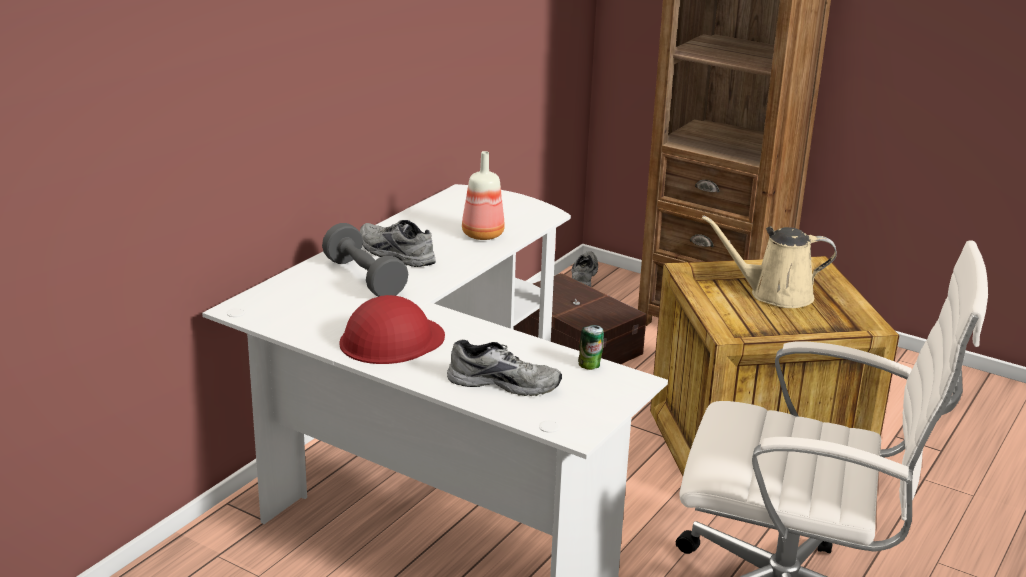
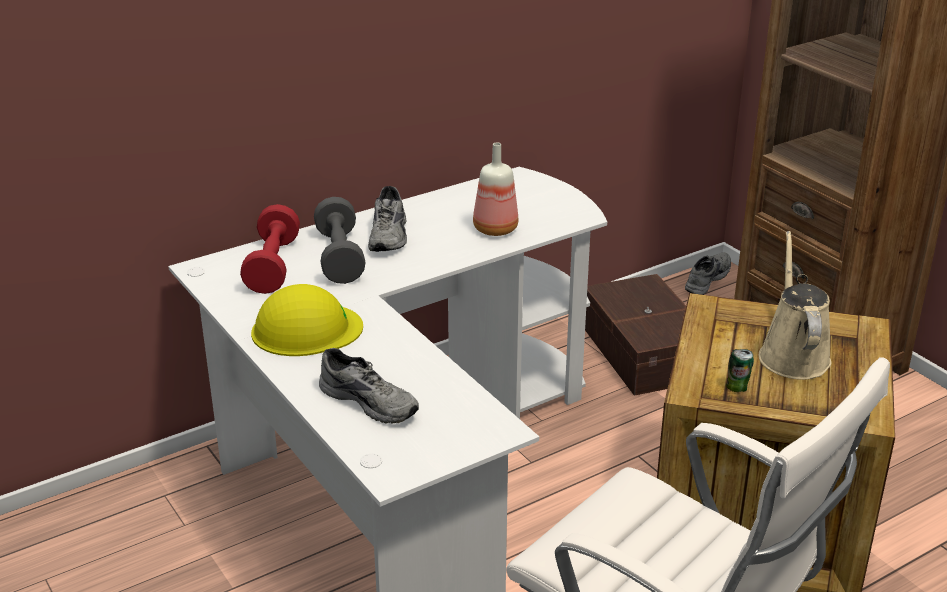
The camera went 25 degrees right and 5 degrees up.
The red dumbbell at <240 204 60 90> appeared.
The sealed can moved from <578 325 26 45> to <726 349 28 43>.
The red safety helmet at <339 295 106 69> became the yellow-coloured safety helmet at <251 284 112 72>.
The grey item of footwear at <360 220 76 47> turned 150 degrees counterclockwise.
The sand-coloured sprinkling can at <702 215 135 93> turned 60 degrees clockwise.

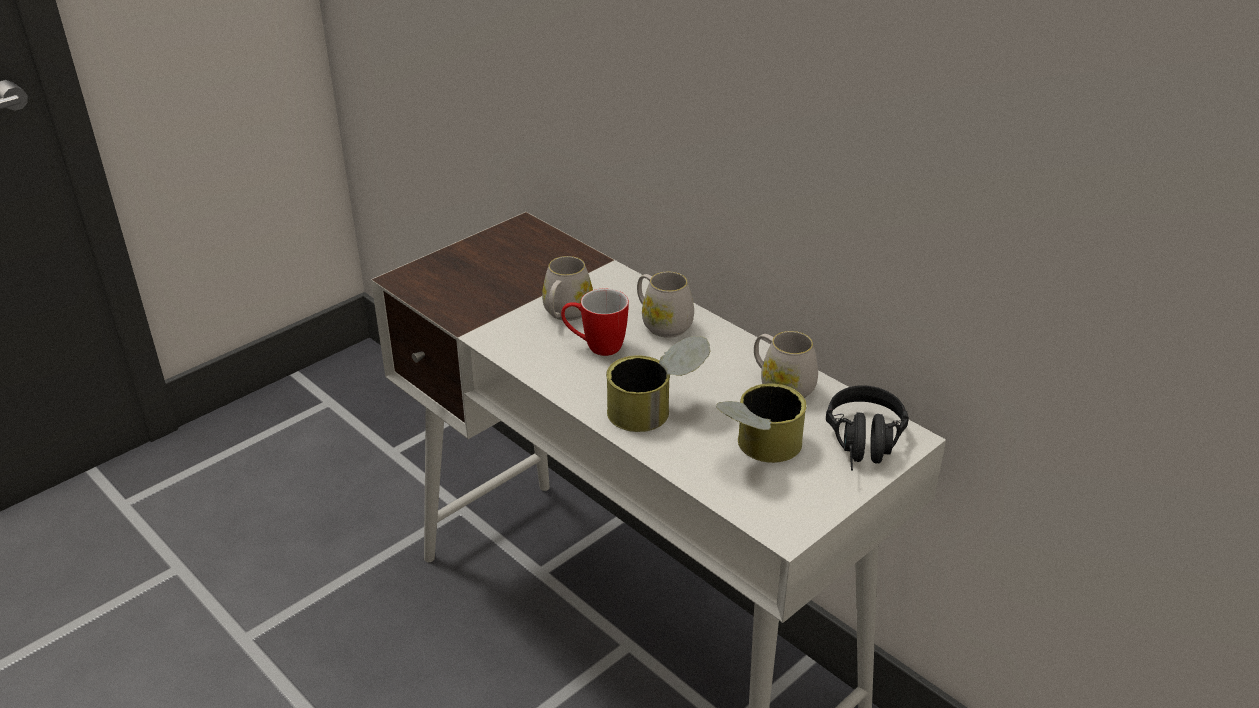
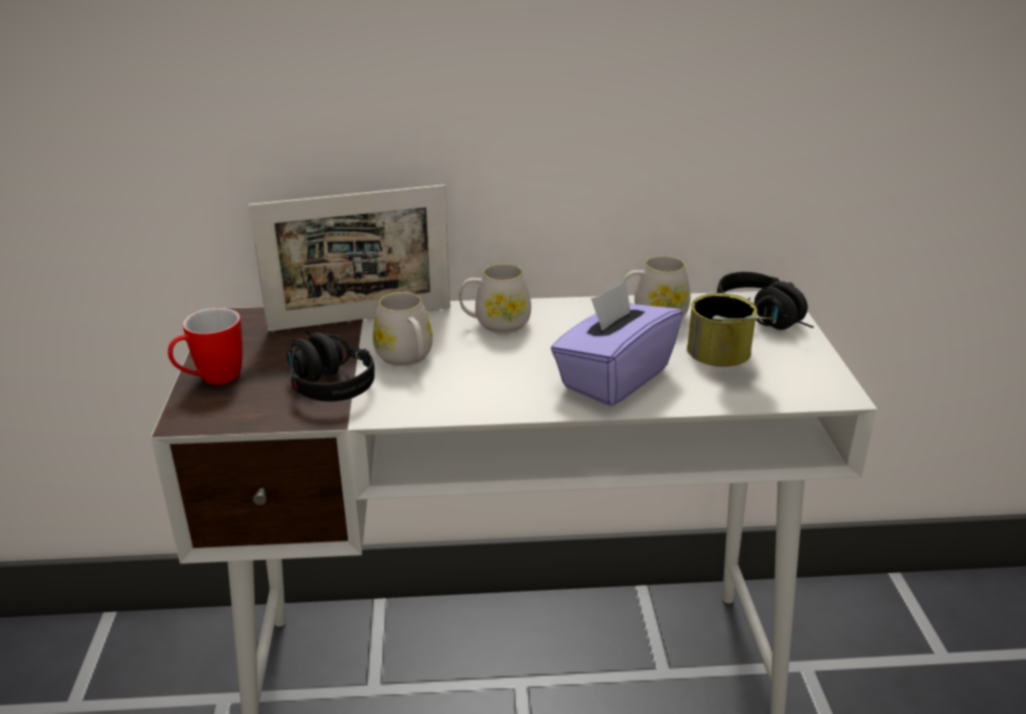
The camera went 50 degrees left and 5 degrees down.
The picture frame at <249 184 201 148> appeared.
The blackish headphones at <287 331 88 71> appeared.
The tea mug moved from <561 289 68 67> to <168 308 74 77>.
The sealed can at <606 336 105 96> was replaced by the purplish tissue holder at <551 280 132 127>.

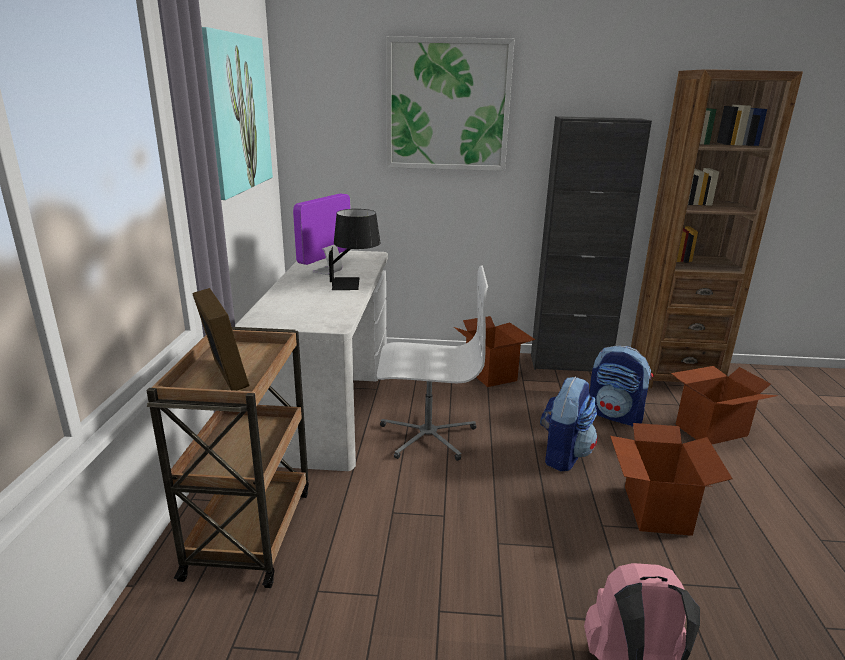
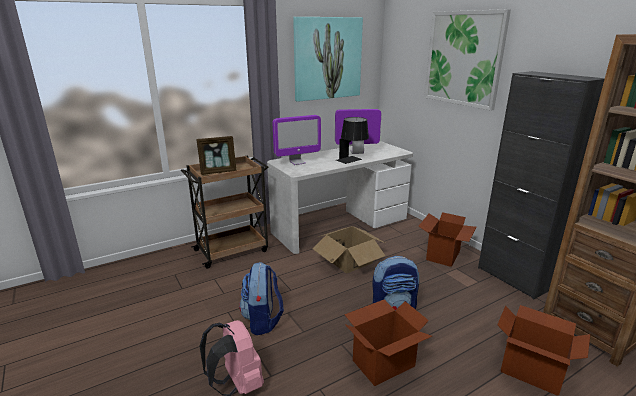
The camera went 55 degrees right and 0 degrees up.
The computer screen at <273 115 48 50> appeared.
The rucksack moved from <590 346 64 81> to <239 262 45 73>.
The whitish desk chair at <377 265 111 196> was replaced by the carton at <312 226 73 47>.
The picture frame at <193 288 56 103> turned 45 degrees clockwise.

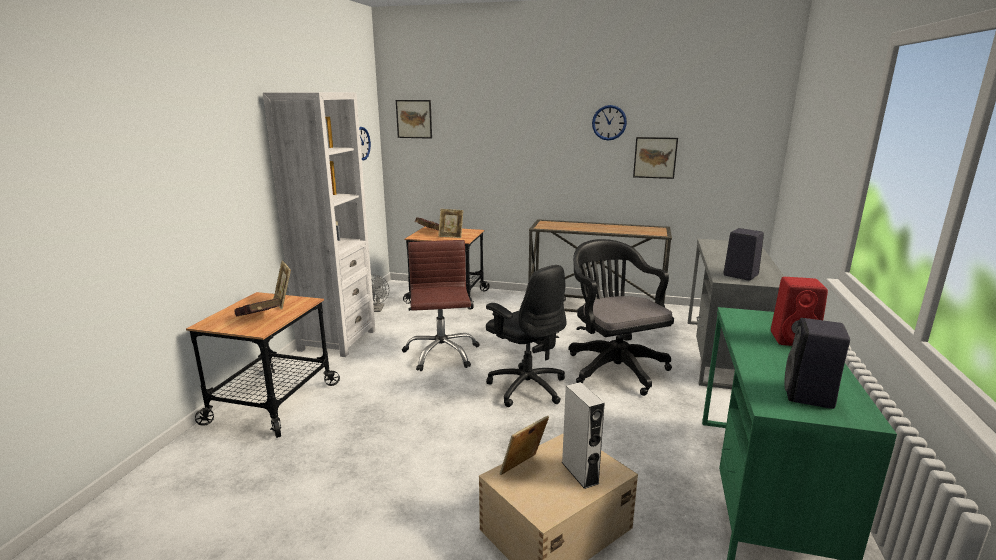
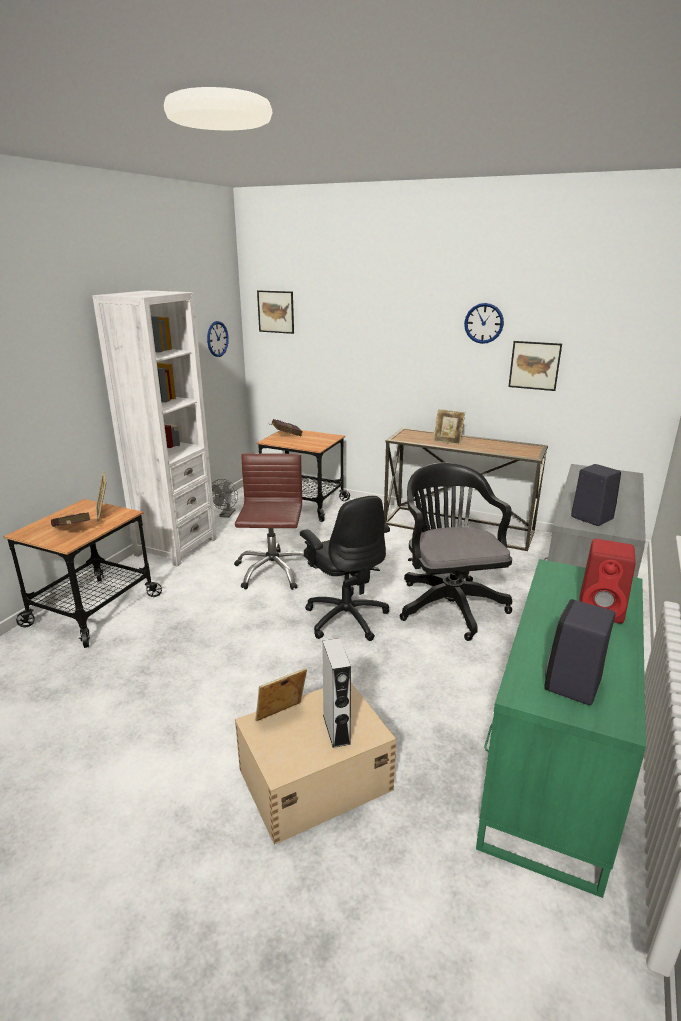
The camera went 10 degrees right and 5 degrees up.
The picture frame moved from <438 209 25 29> to <433 409 32 36>.

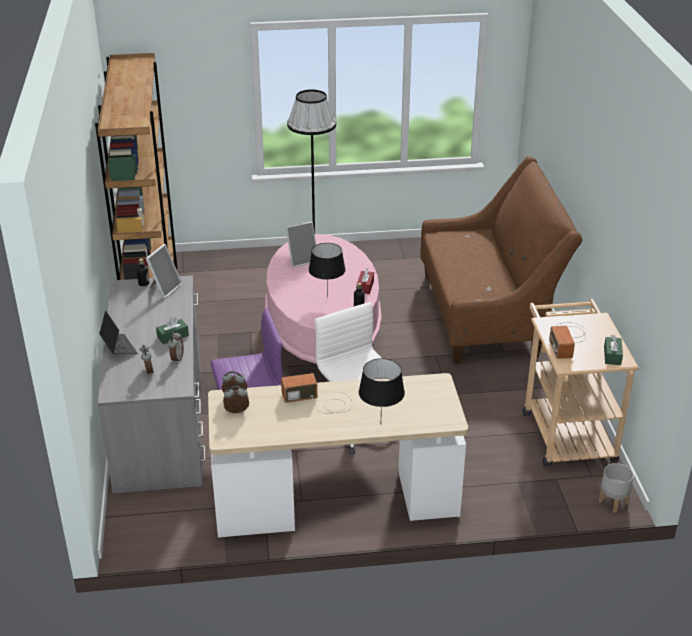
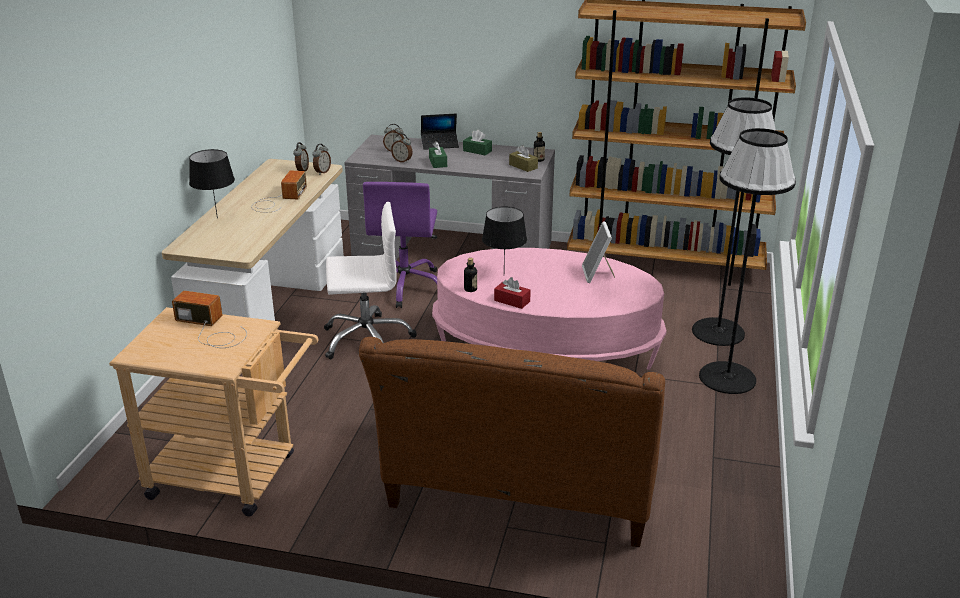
The camera went 110 degrees right and 5 degrees down.
The grey planter at <599 463 35 50> disappeared.
The blackish standard lamp at <692 97 84 249> appeared.
The greenish tissue holder moved from <604 335 19 30> to <463 130 29 25>.
The picture frame at <146 244 36 55> was replaced by the brown-coloured tissue holder at <509 145 29 27>.

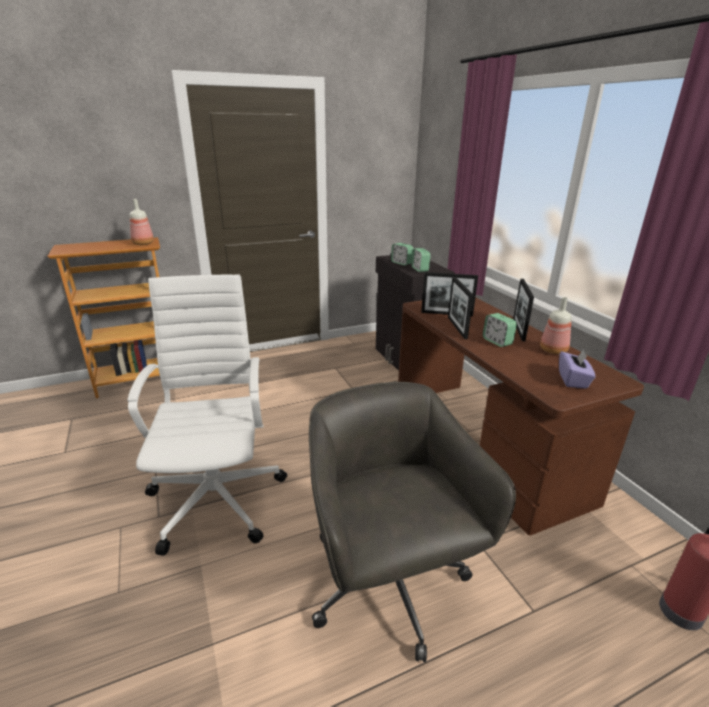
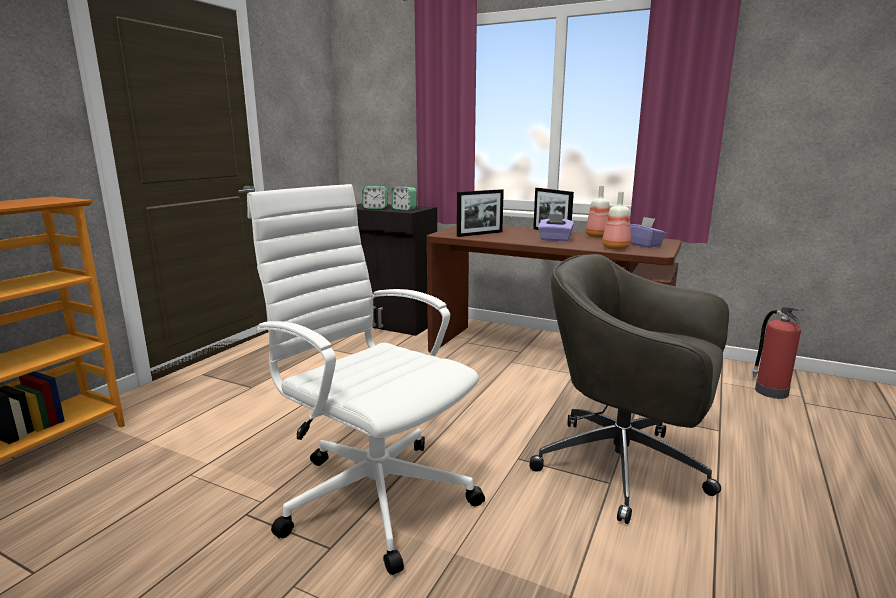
The camera went 40 degrees left and 10 degrees down.
The picture frame at <448 277 26 62> disappeared.
The drink bottle moved from <130 199 24 46> to <602 192 29 58>.
The bedside clock at <483 313 34 34> was replaced by the purplish tissue holder at <538 214 36 27>.

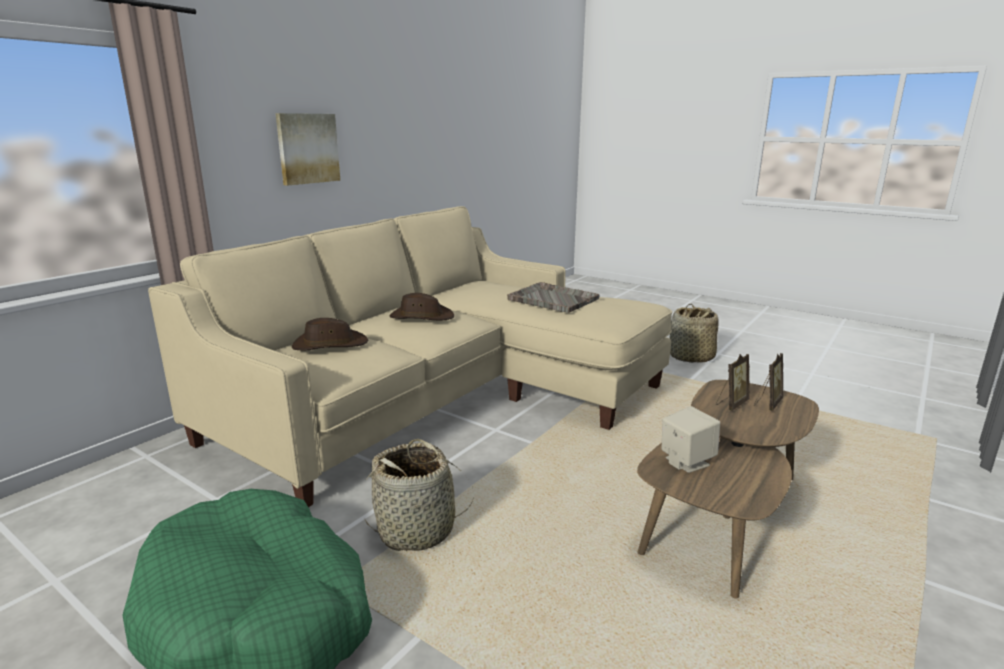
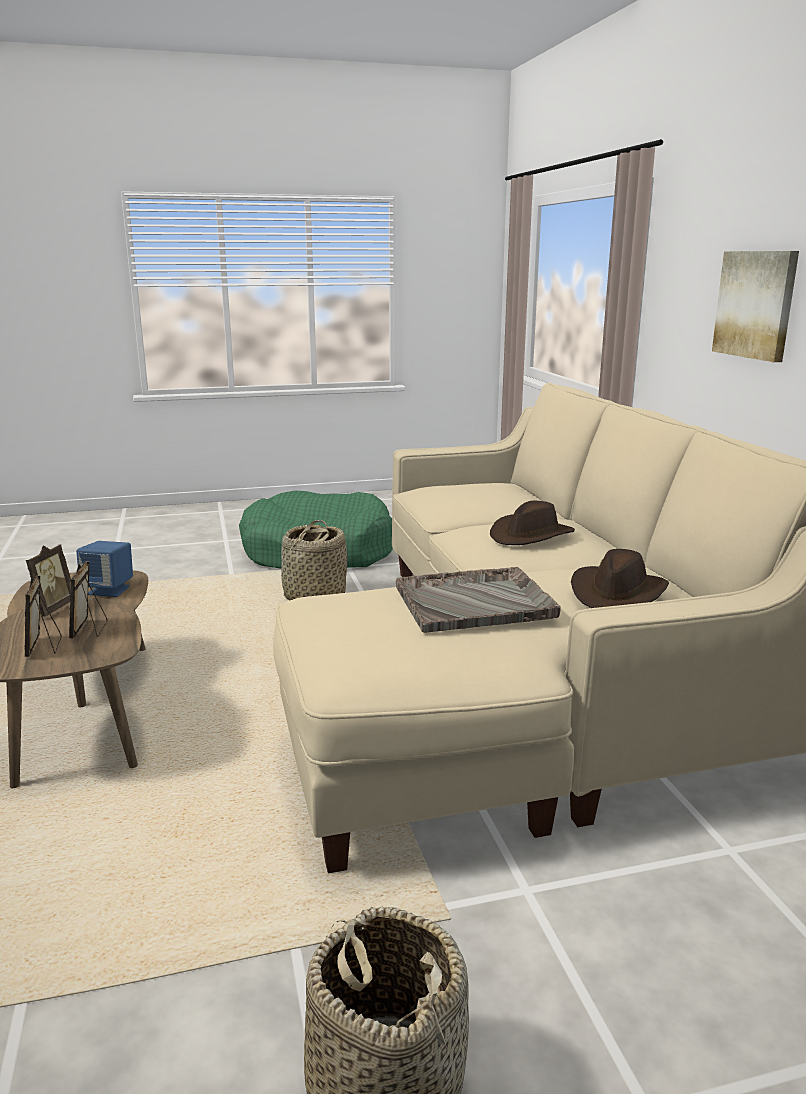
The camera went 130 degrees right and 0 degrees up.
The picture frame at <26 544 45 73> appeared.
The brown-coloured hat moved from <292 318 76 33> to <571 549 98 59>.
The sand-coloured loudspeaker at <661 406 59 67> became the blue-coloured loudspeaker at <76 541 57 56>.

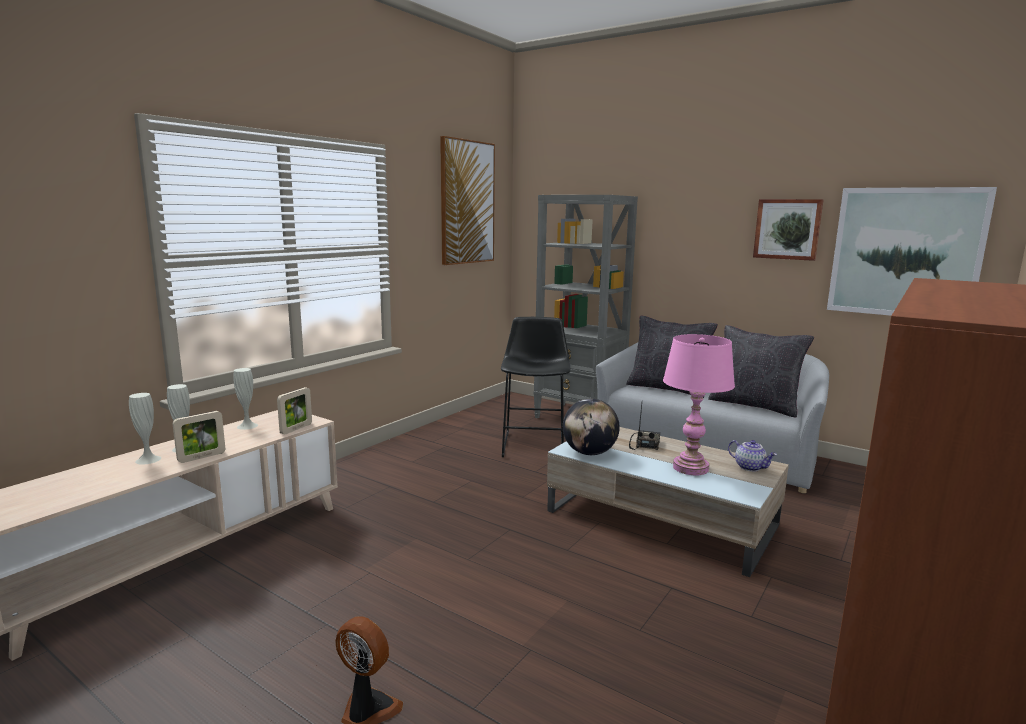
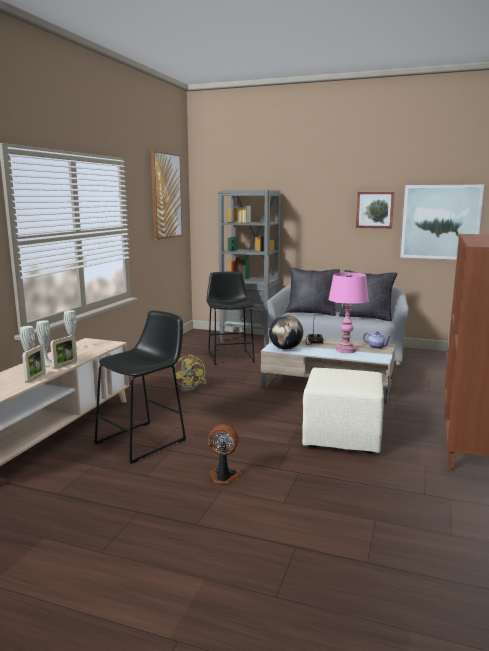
The camera went 15 degrees left and 0 degrees up.
The blackish stool seat at <94 310 92 154> appeared.
The yellow-coloured cooling fan at <174 354 32 38> appeared.
The sand-coloured footrest at <302 368 82 85> appeared.
The picture frame moved from <277 387 35 47> to <22 345 24 38>.

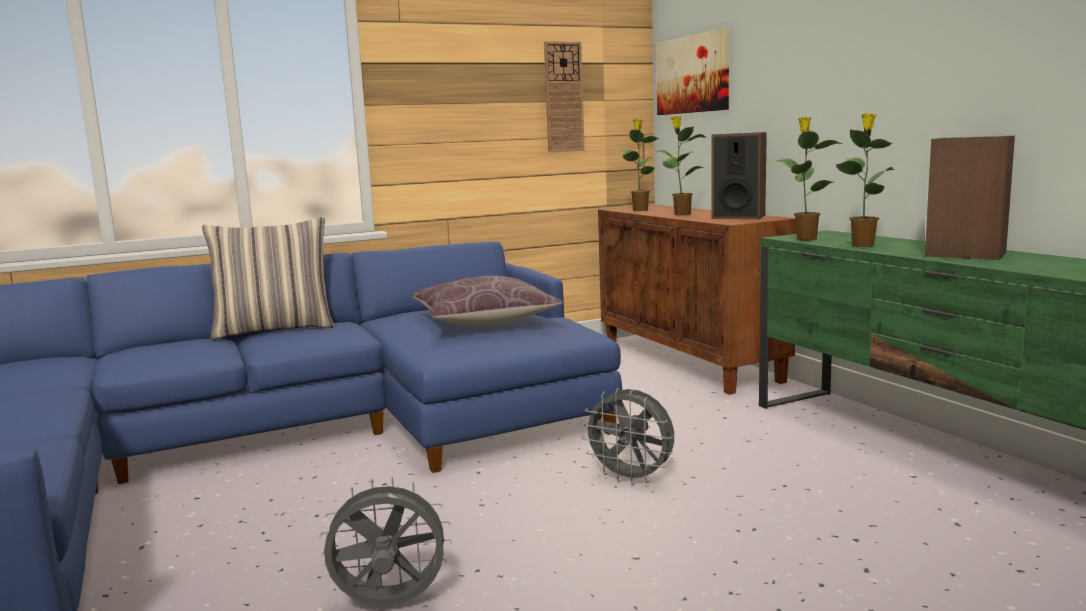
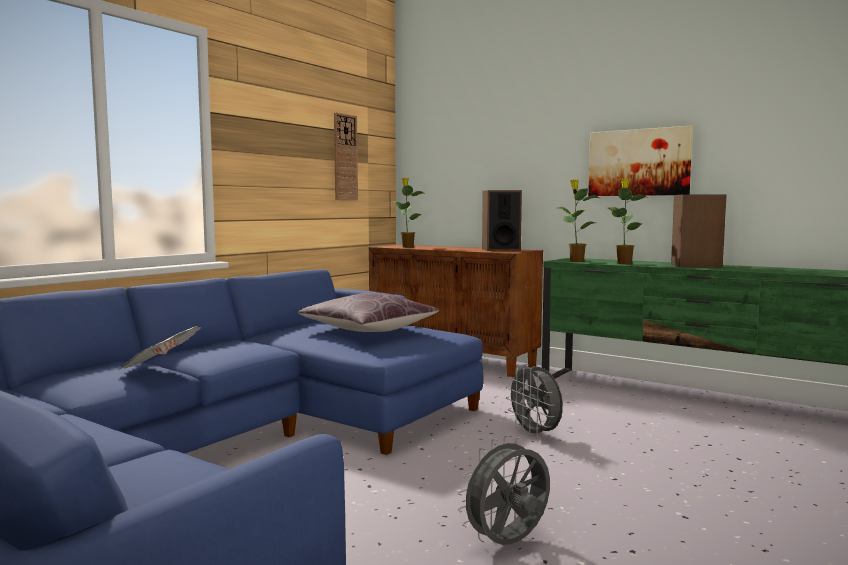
The camera went 30 degrees left and 5 degrees down.
The cushion at <202 217 133 123> disappeared.
The houseplant at <655 116 51 99> disappeared.
The newspaper at <119 326 82 44> appeared.
The picture moved from <656 28 73 87> to <588 126 105 70>.
The grey cooling fan at <581 388 93 97> turned 60 degrees clockwise.

